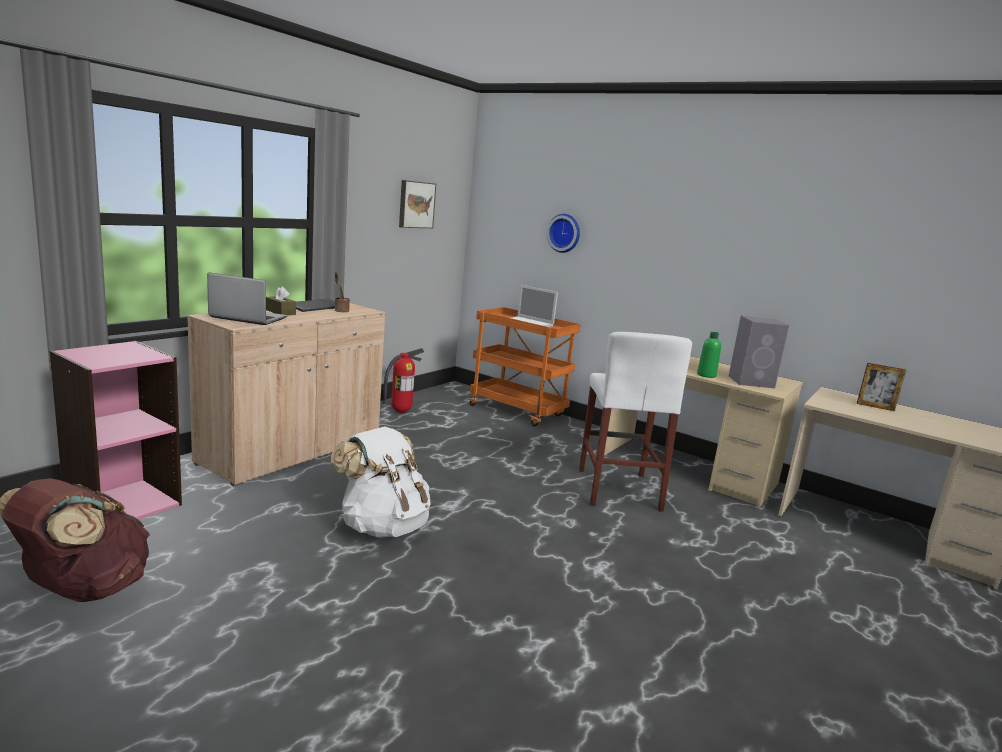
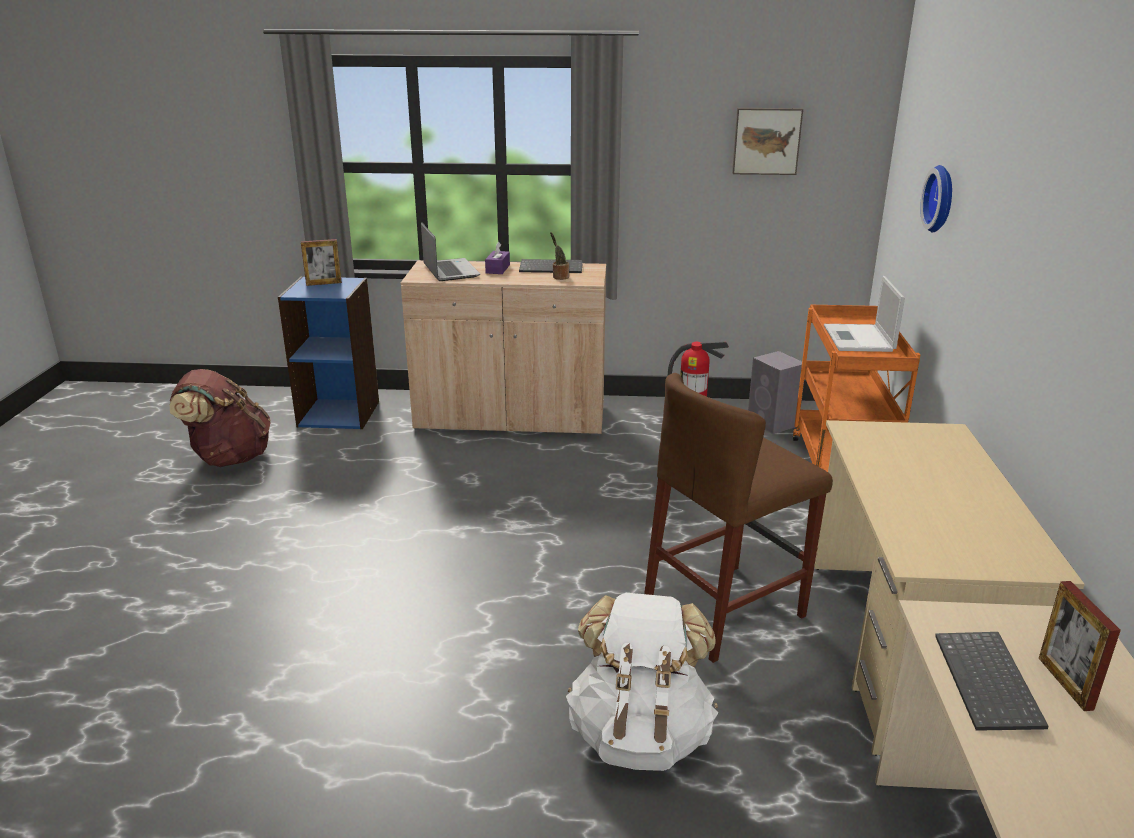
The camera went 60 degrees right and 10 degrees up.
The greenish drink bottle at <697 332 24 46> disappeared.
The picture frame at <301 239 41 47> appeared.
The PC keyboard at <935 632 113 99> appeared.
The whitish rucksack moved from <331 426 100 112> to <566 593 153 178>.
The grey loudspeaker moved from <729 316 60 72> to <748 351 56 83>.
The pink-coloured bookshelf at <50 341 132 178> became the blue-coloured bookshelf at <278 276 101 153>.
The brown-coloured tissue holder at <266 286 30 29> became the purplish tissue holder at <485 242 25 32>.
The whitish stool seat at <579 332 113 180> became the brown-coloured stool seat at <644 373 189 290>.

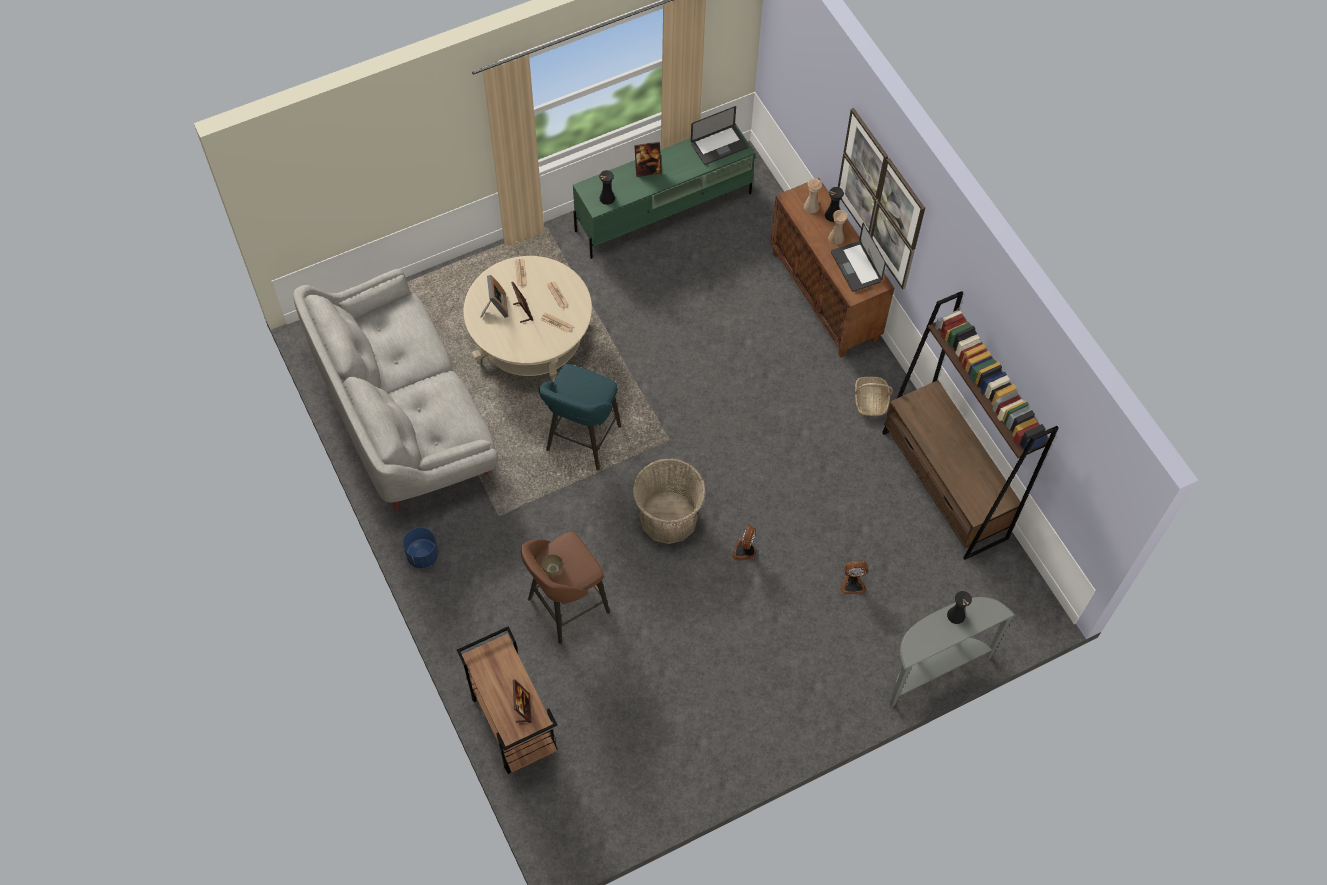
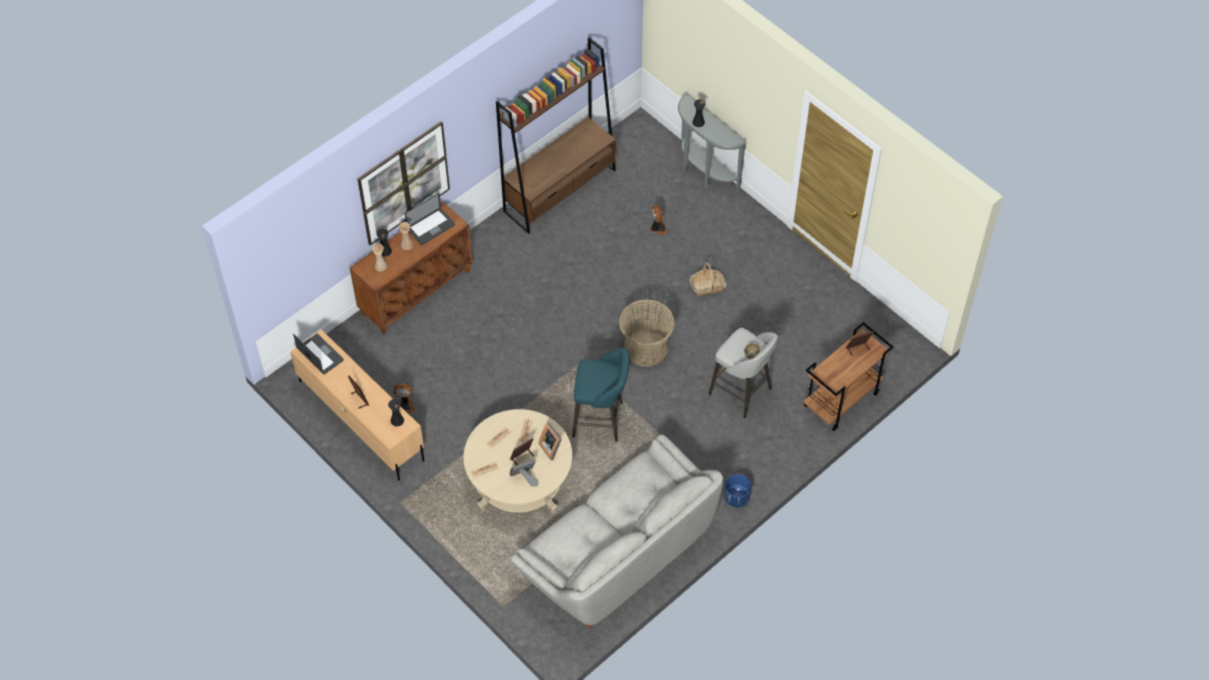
The camera went 105 degrees left and 5 degrees down.
The picture frame at <539 422 23 38> appeared.
The cooling fan moved from <732 525 25 35> to <394 384 20 29>.
The basket moved from <855 377 38 39> to <690 262 36 34>.
The brown-coloured stool seat at <521 532 89 112> became the grey stool seat at <708 328 70 91>.
The greenish tv stand at <573 124 182 135> became the sand-coloured tv stand at <290 329 135 152>.

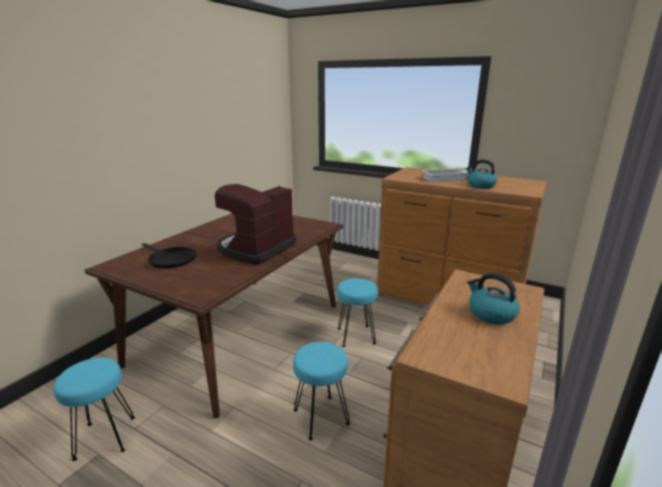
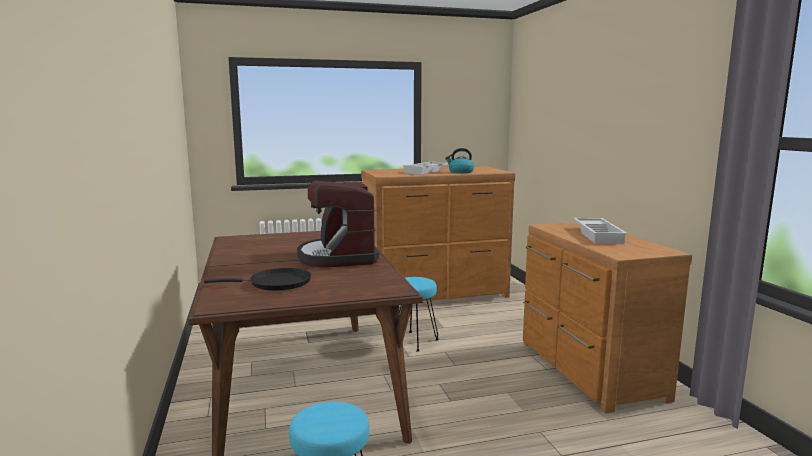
The camera went 45 degrees left and 10 degrees down.
The turquoise-coloured stool seat at <293 342 57 98> disappeared.
The tea kettle at <467 273 52 51> was replaced by the whitish carrying tray at <573 218 55 26>.

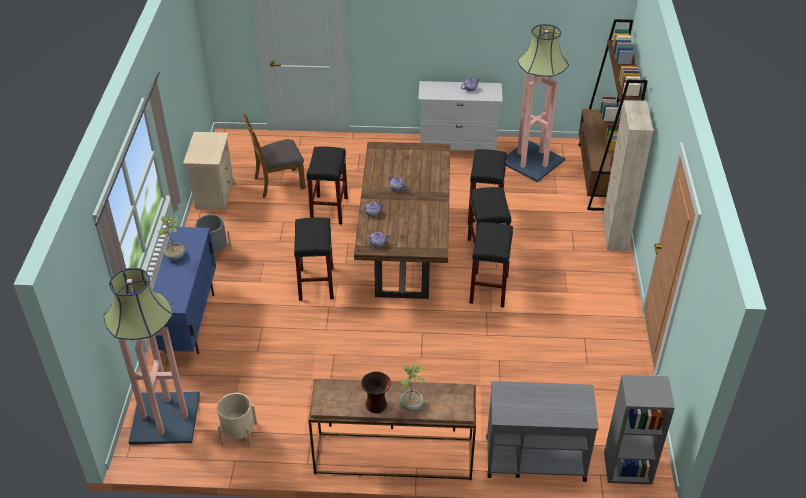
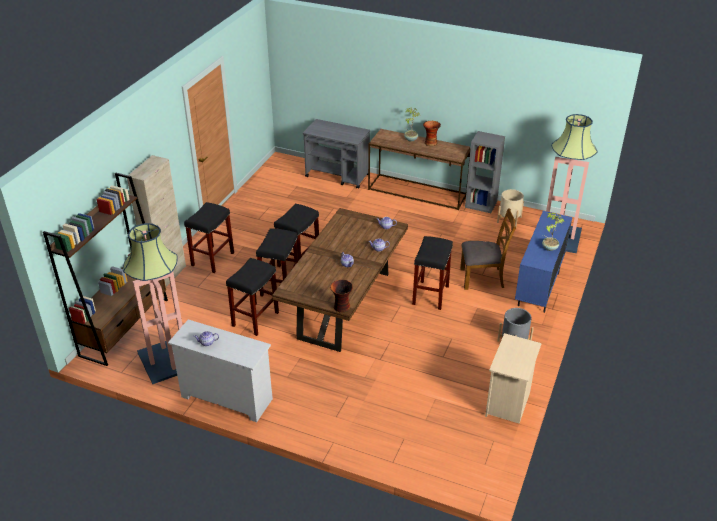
The camera went 160 degrees left and 5 degrees down.
The flower vase at <330 280 23 33> appeared.
The brown-coloured chair moved from <243 113 62 85> to <460 208 56 82>.
The blackish stool seat moved from <306 146 42 78> to <184 202 50 71>.
The grey bookshelf moved from <604 375 71 110> to <465 131 40 82>.

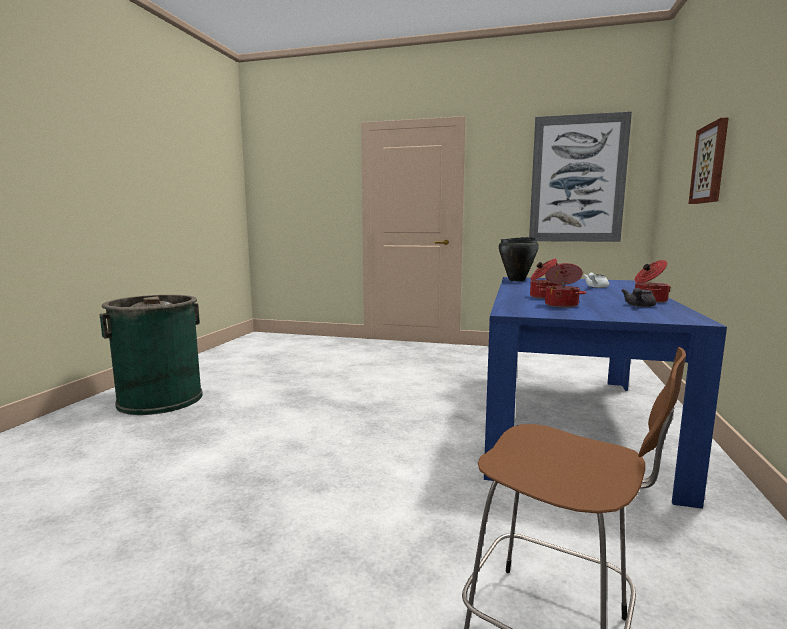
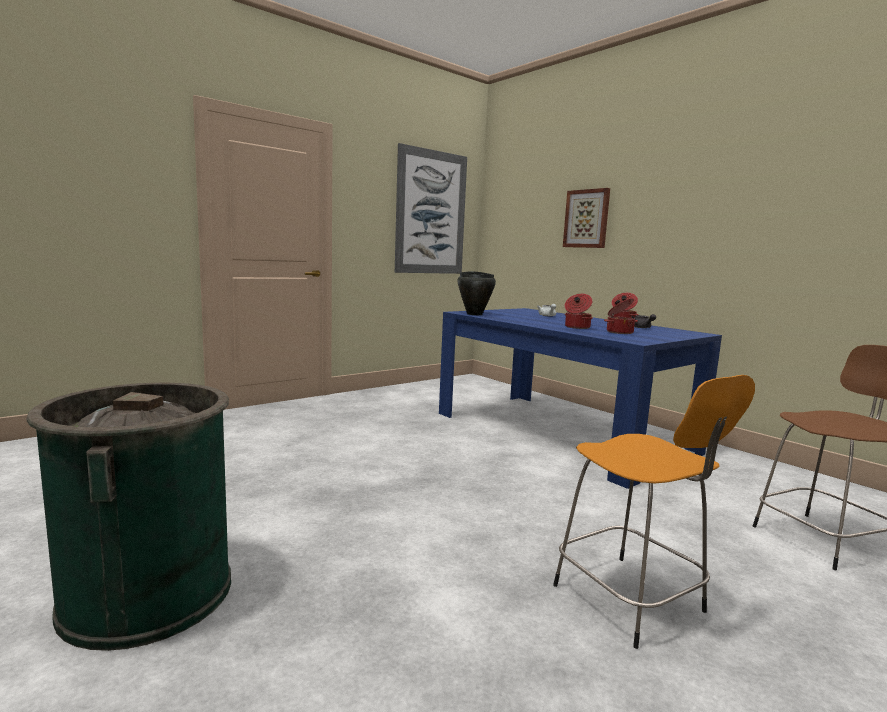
The camera went 55 degrees left and 0 degrees up.
The orange stool seat at <553 375 202 274> appeared.

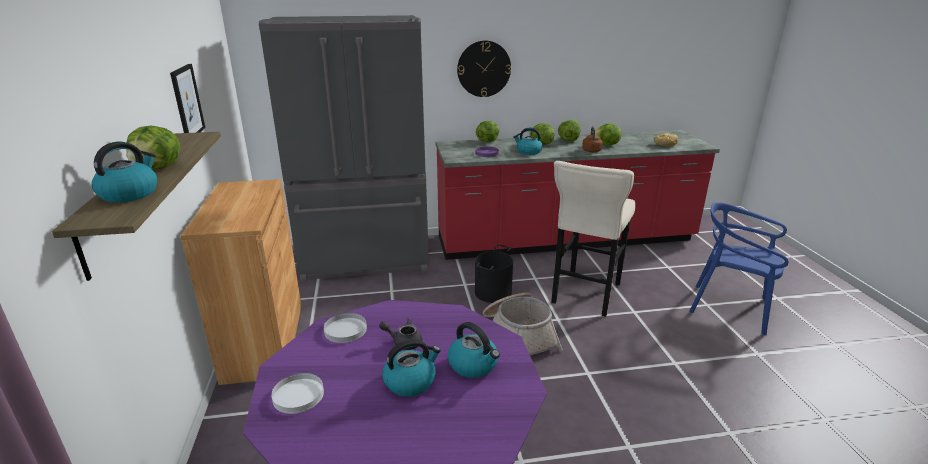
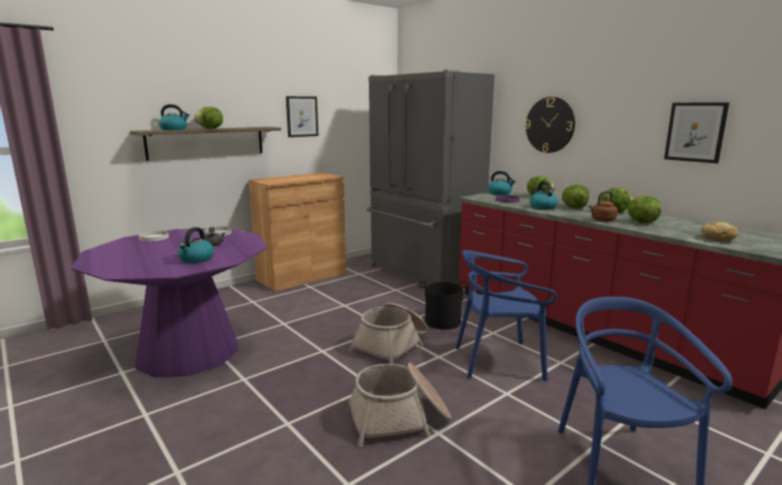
The camera went 60 degrees right and 10 degrees down.
The basket at <348 363 103 84> appeared.
The picture at <664 103 65 60> appeared.
The tea kettle moved from <382 339 59 58> to <488 171 28 24>.
The sand-coloured stool seat at <551 161 84 156> was replaced by the blue-coloured chair at <455 250 102 131>.

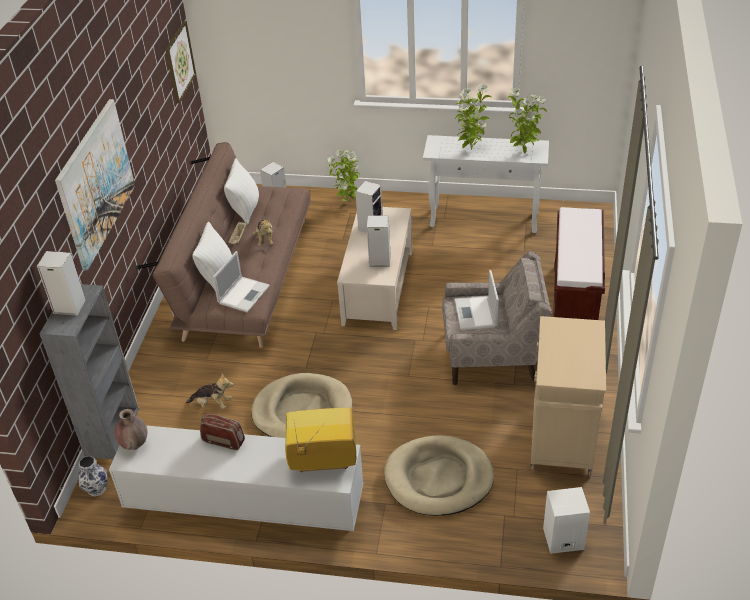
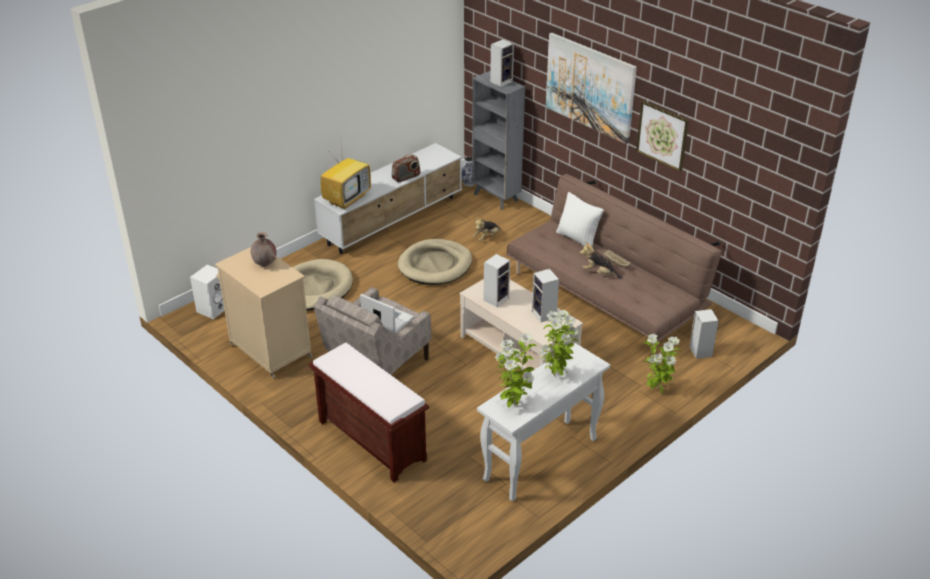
The camera went 125 degrees right and 5 degrees down.
The laptop at <213 251 57 62> disappeared.
The whitish cushion at <224 159 35 66> disappeared.
The brown-coloured flower vase moved from <114 409 34 41> to <251 232 25 35>.
The picture moved from <165 21 31 82> to <636 101 53 71>.

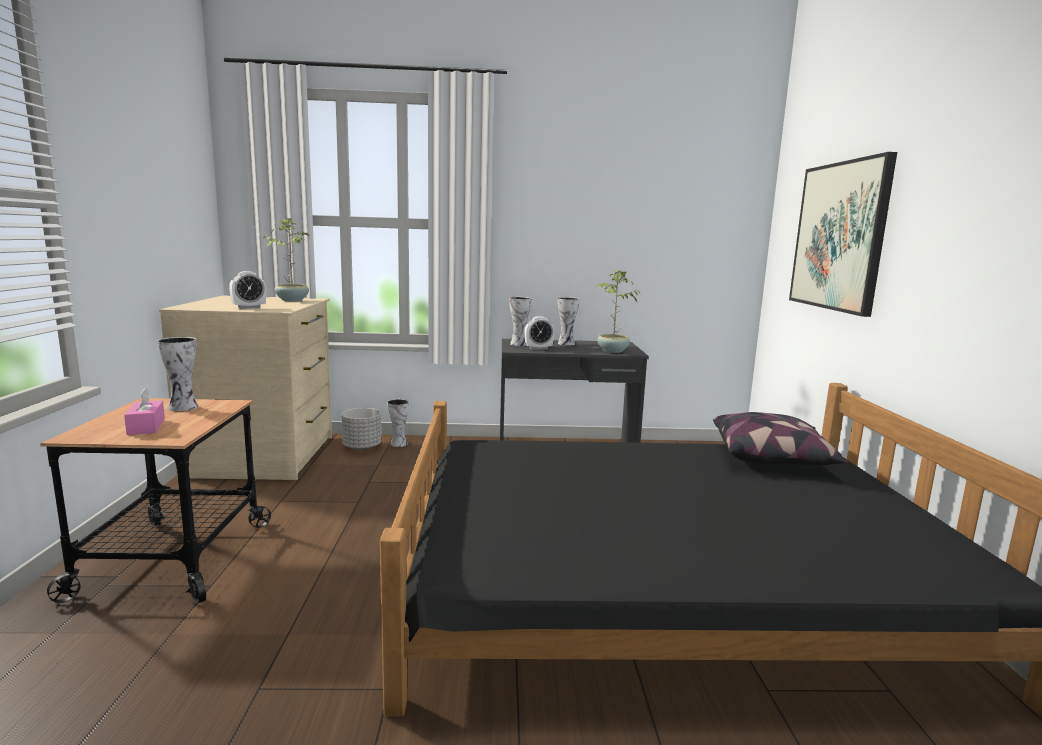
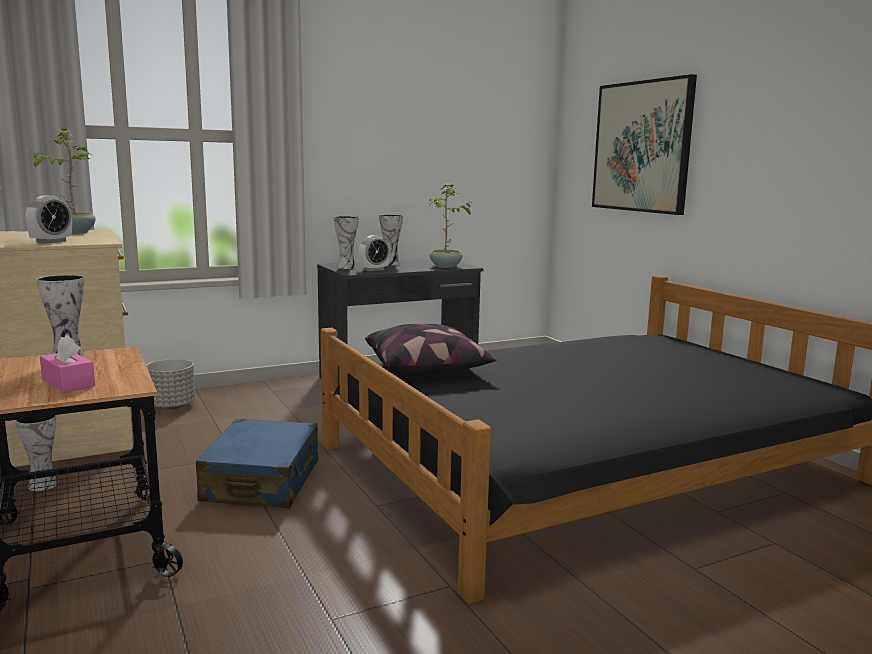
The camera went 25 degrees left and 0 degrees up.
The blue-coloured travel case at <196 419 122 89> appeared.
The flower vase moved from <387 399 23 48> to <15 415 44 76>.
The cushion moved from <713 412 135 53> to <365 324 132 52>.

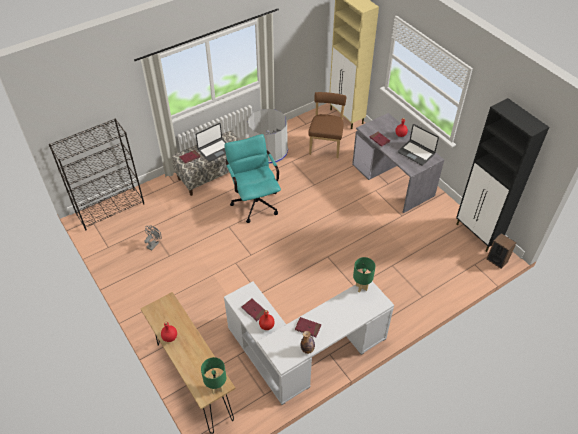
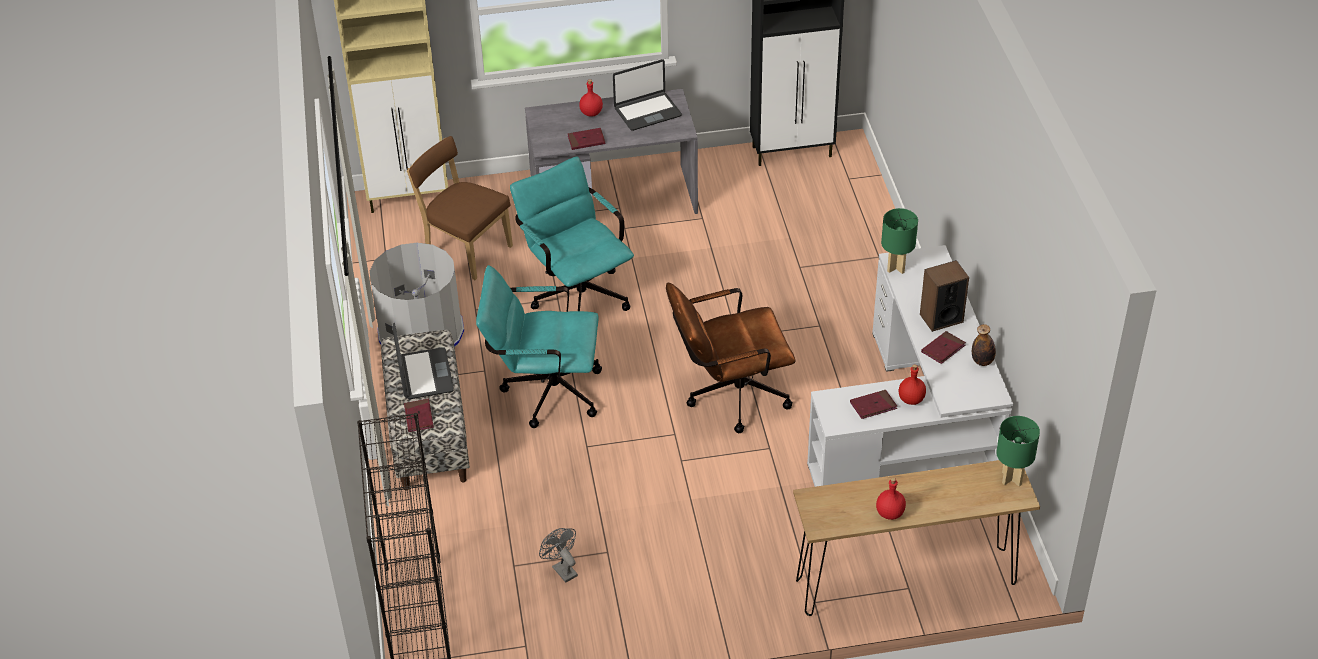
The camera went 65 degrees left and 5 degrees down.
The turquoise-coloured desk chair at <510 157 124 154> appeared.
The brown-coloured desk chair at <666 283 129 150> appeared.
The loudspeaker moved from <487 233 29 36> to <920 260 49 72>.

